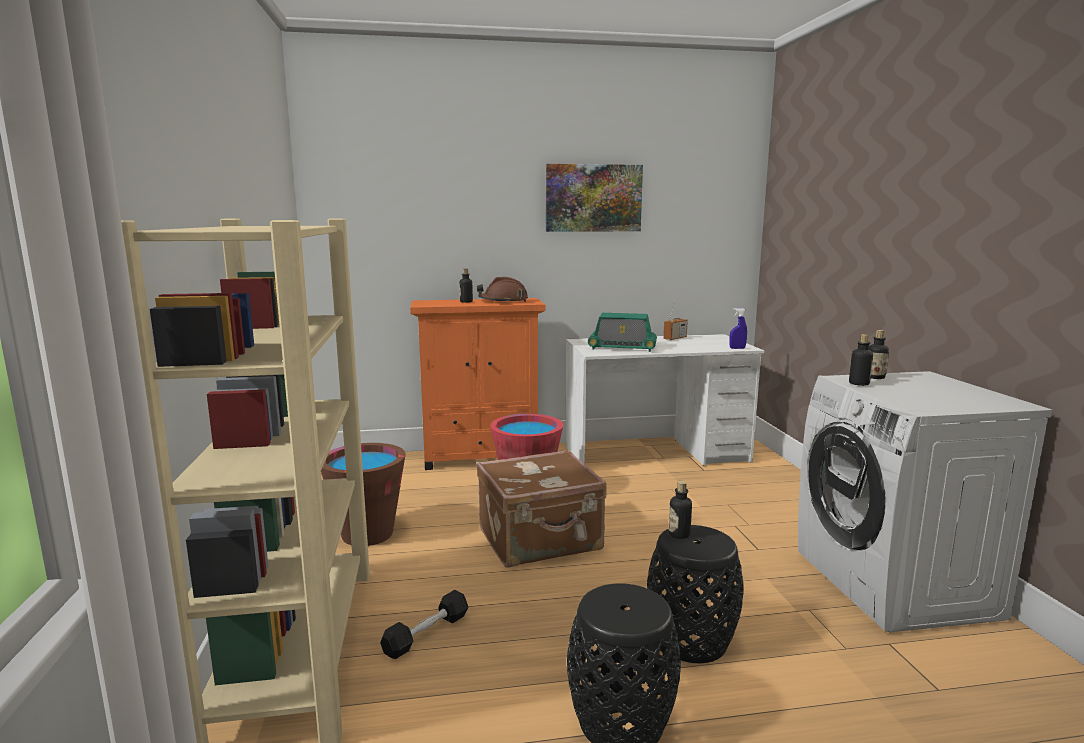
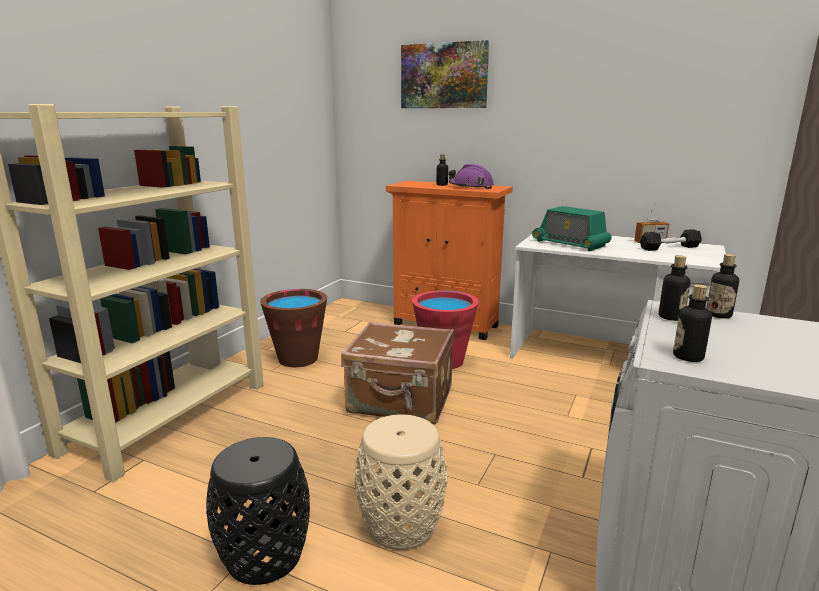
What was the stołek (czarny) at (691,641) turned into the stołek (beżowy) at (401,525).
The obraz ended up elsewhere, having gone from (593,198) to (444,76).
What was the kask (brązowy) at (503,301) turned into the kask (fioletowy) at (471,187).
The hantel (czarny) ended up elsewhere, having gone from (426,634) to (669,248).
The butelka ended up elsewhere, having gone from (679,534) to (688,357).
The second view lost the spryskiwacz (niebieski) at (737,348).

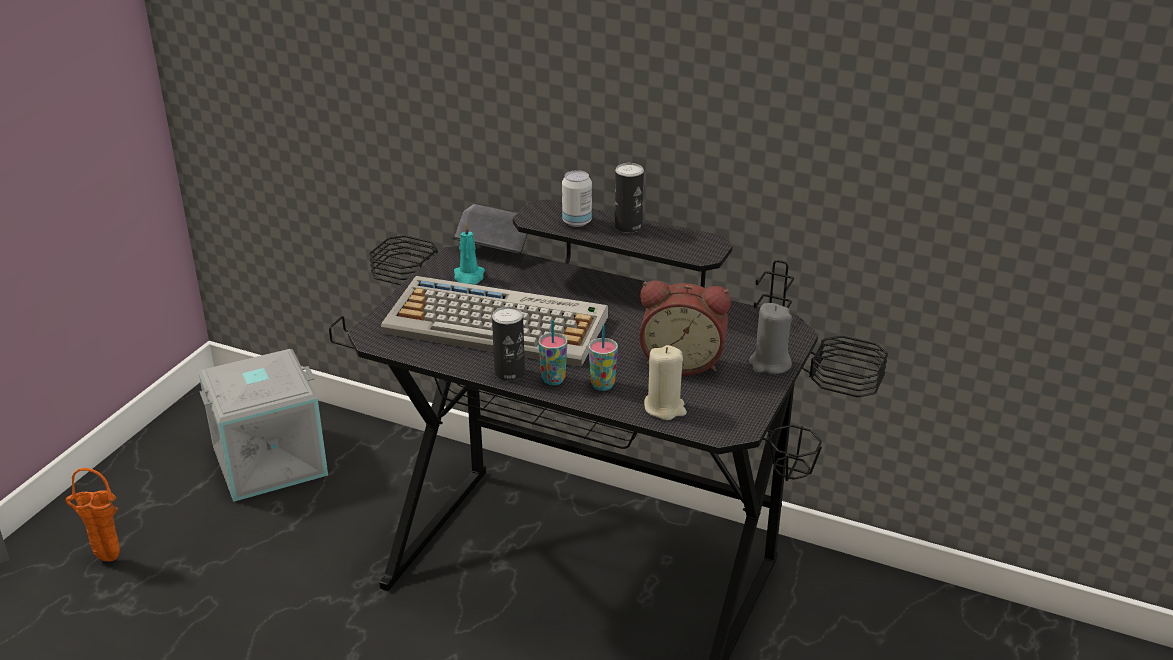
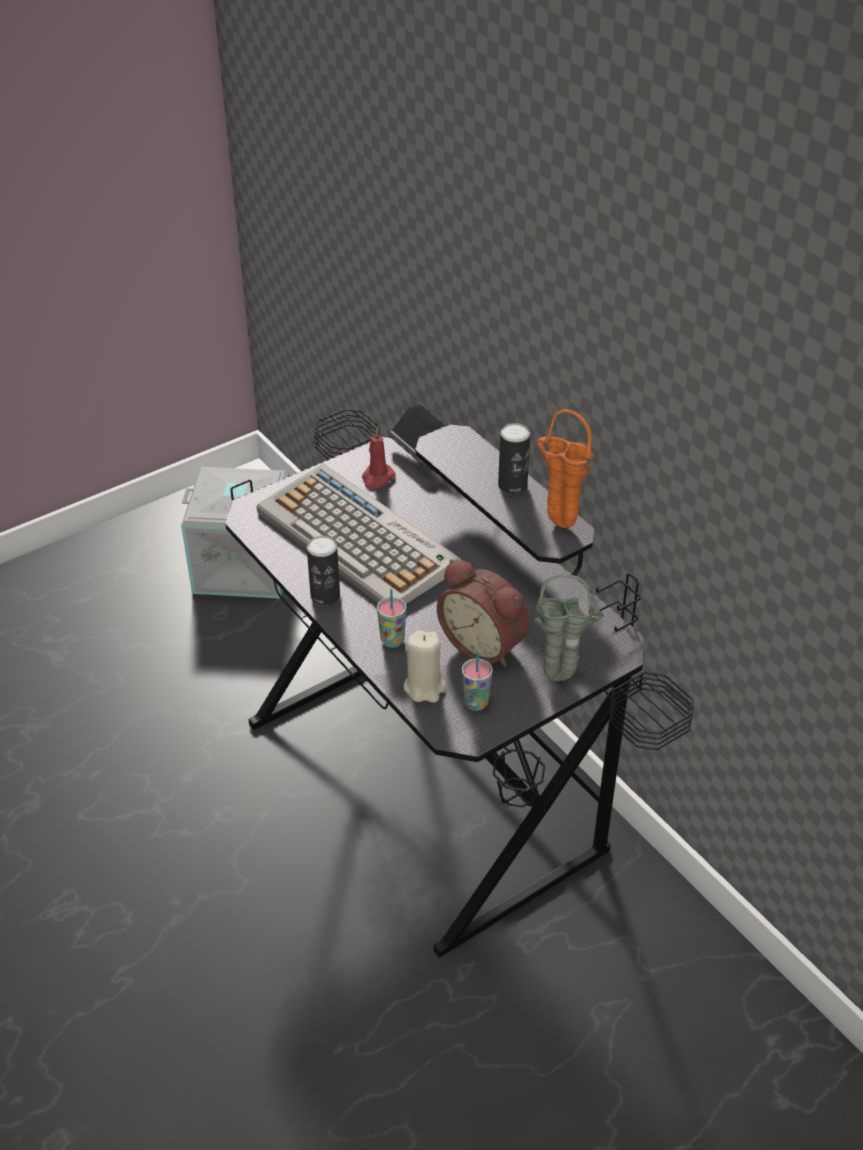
What was the świeca (turkusowy) at (469,277) turned into the świeca (czerwony) at (377,478).
The filiżanka ended up elsewhere, having gone from (553,380) to (476,703).
Where the świeca (szary) stood at (769,364), the wazon (zielony) came to stand at (562,679).
The wazon (pomarańczowy) ended up elsewhere, having gone from (105,560) to (557,524).
The second view lost the puszka at (577,222).

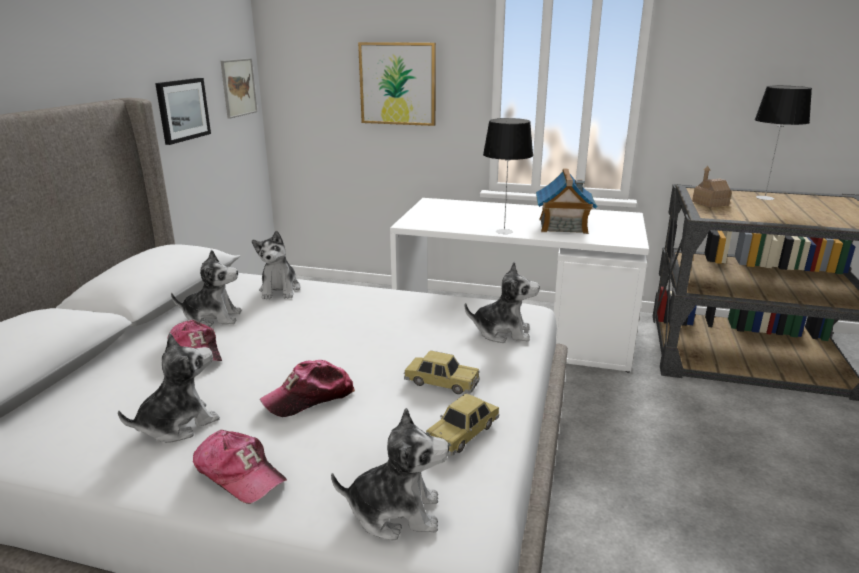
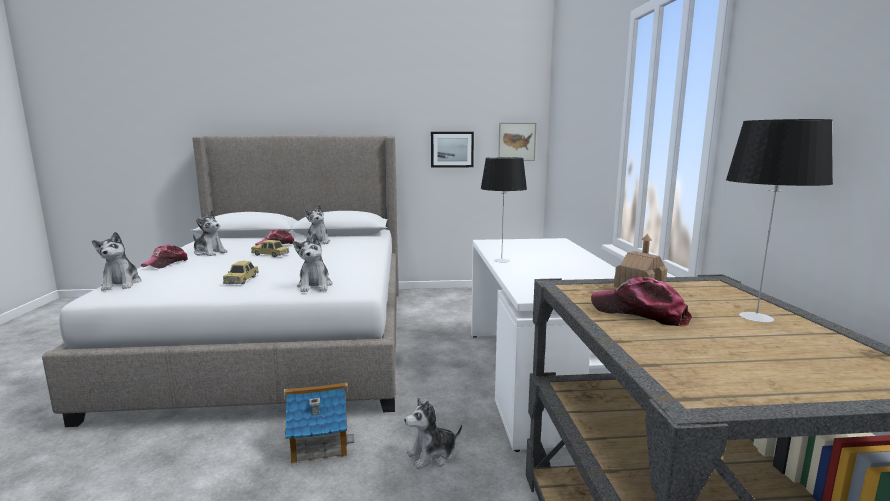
The samochodzik ended up elsewhere, having gone from (463,433) to (270,255).
The domek ended up elsewhere, having gone from (562,226) to (319,443).
The pluszak ended up elsewhere, having gone from (280,290) to (432,455).
The czapka z daszkiem ended up elsewhere, having gone from (310,397) to (639,313).
The second view lost the obraz at (398,84).

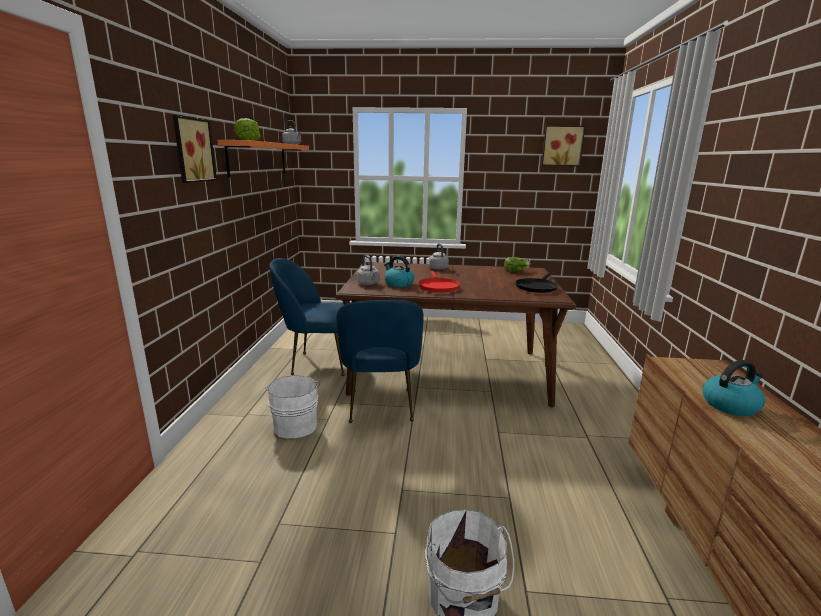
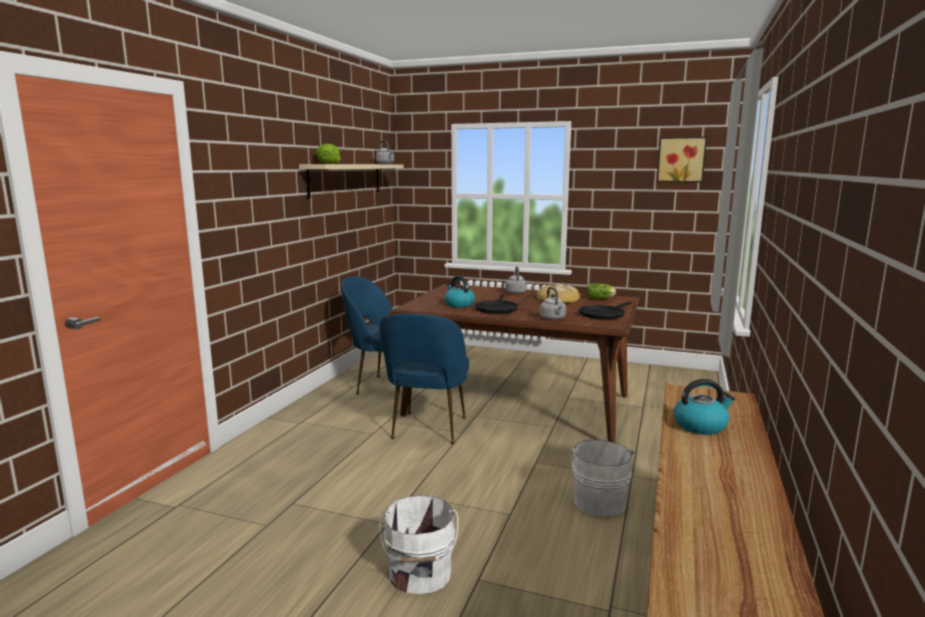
What was the półka (pomarańczowy) at (258,159) turned into the półka (beżowy) at (345,179).
What was the patelnia (czerwony) at (438,286) turned into the patelnia (czarny) at (496,309).
The second view gained the chleb at (558,298).
The czajnik (szary) ended up elsewhere, having gone from (369,284) to (553,319).
The wiadro (biały) ended up elsewhere, having gone from (295,424) to (599,500).
The second view lost the obraz at (192,150).

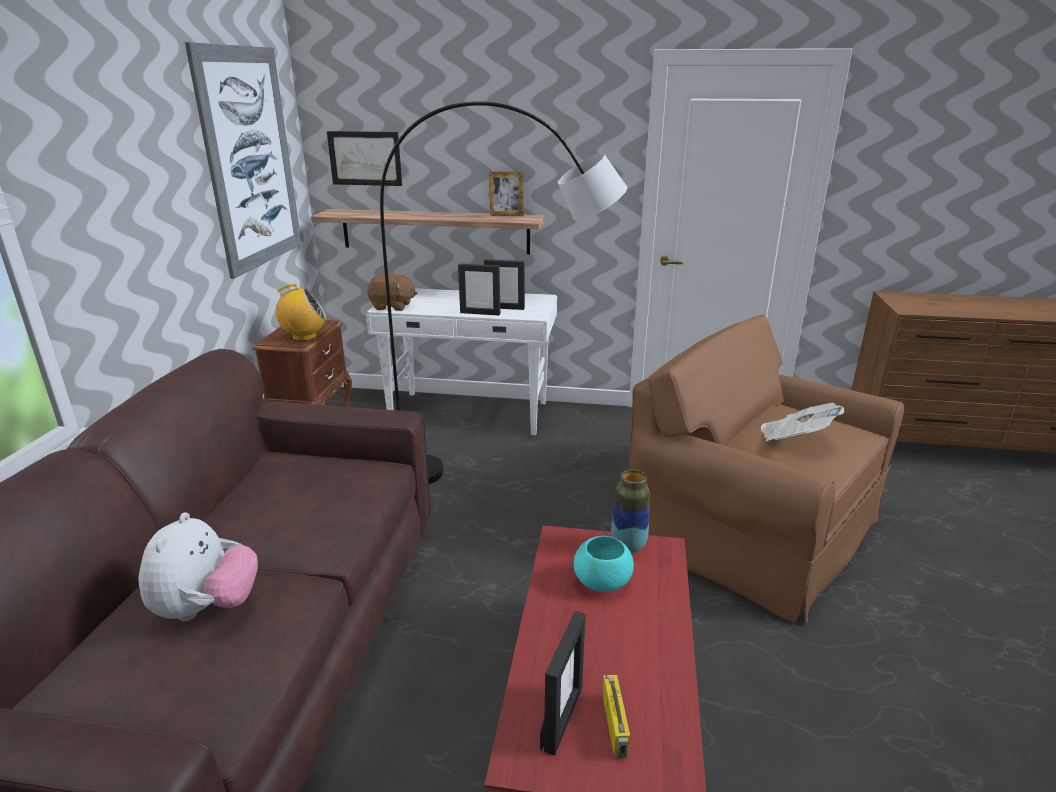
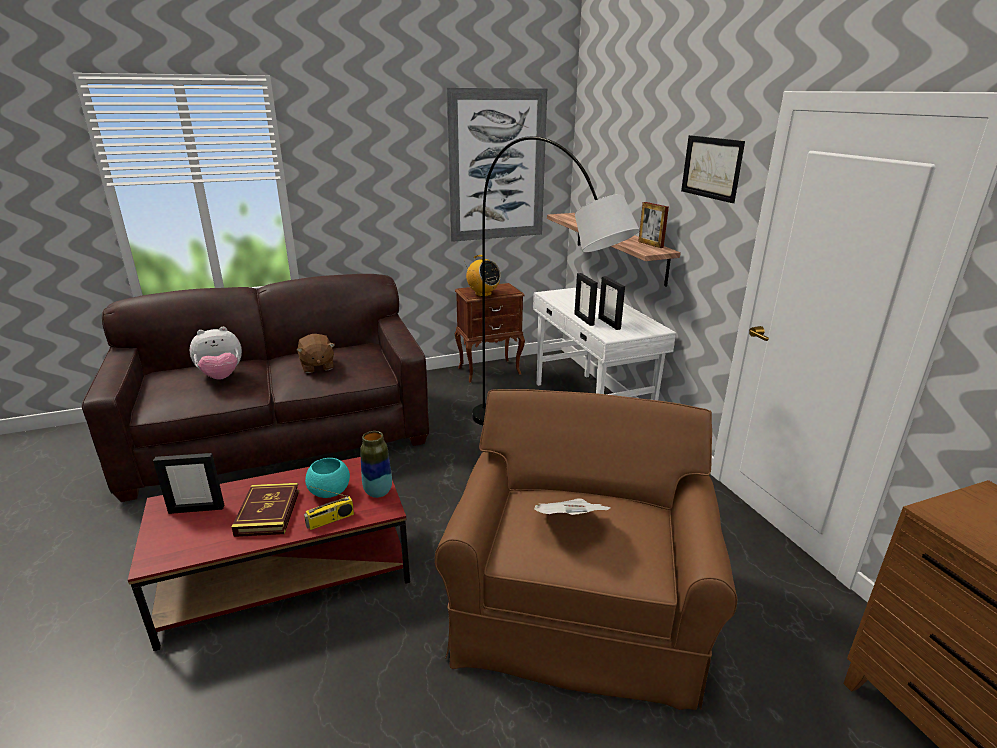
The second view gained the książka at (268,513).
The pluszak (brązowy) ended up elsewhere, having gone from (392,306) to (317,366).
The radio ended up elsewhere, having gone from (616,725) to (330,520).
The obraz ended up elsewhere, having gone from (365,158) to (711,168).

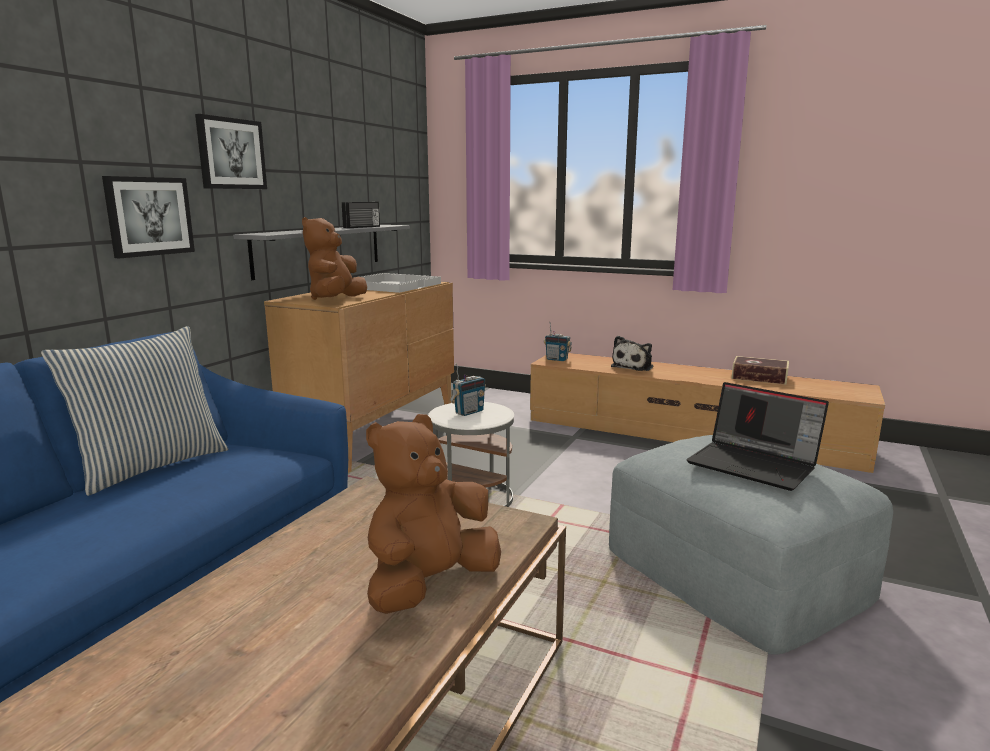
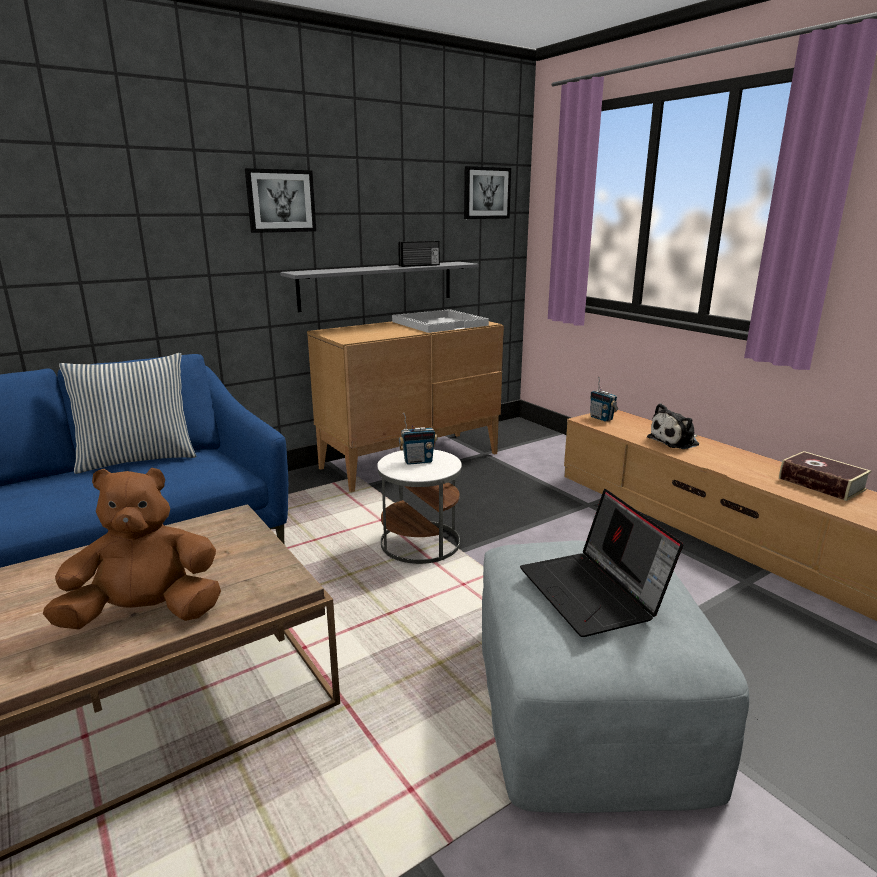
The obraz ended up elsewhere, having gone from (149,216) to (486,193).
The second view lost the pluszak (brązowy) at (336,300).

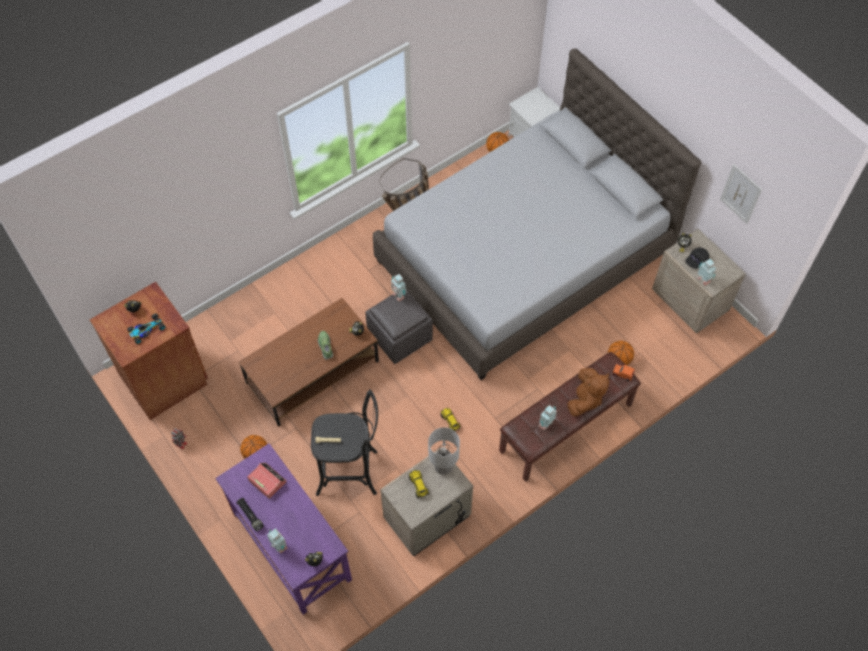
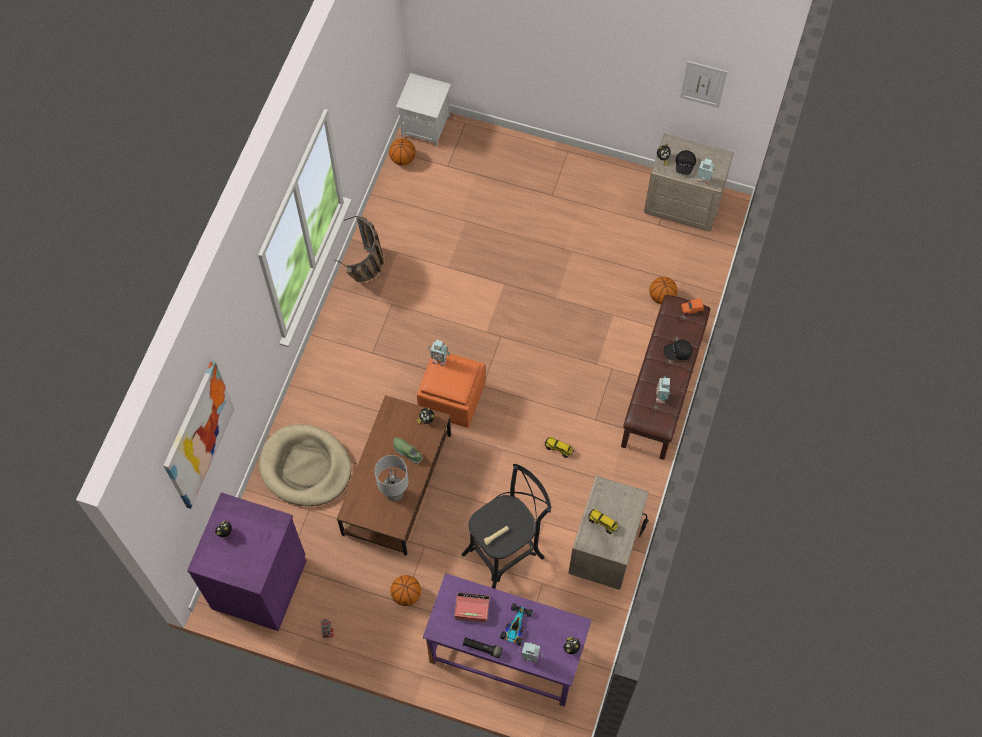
The second view gained the obraz at (198,435).
What was the komoda (brązowy) at (163,379) turned into the komoda (fioletowy) at (258,583).
The second view gained the legowisko (beżowy) at (305,467).
The lampa stołowa (szary) ended up elsewhere, having gone from (443,467) to (394,493).
What was the pufa (szary) at (400,336) turned into the pufa (pomarańczowy) at (452,398).
The samochodzik ended up elsewhere, having gone from (146,330) to (515,626).
Where the pluszak (brązowy) stood at (585,399), the czapka z daszkiem (czarny) came to stand at (677,352).
The second view lost the łóżko (szary) at (524,256).

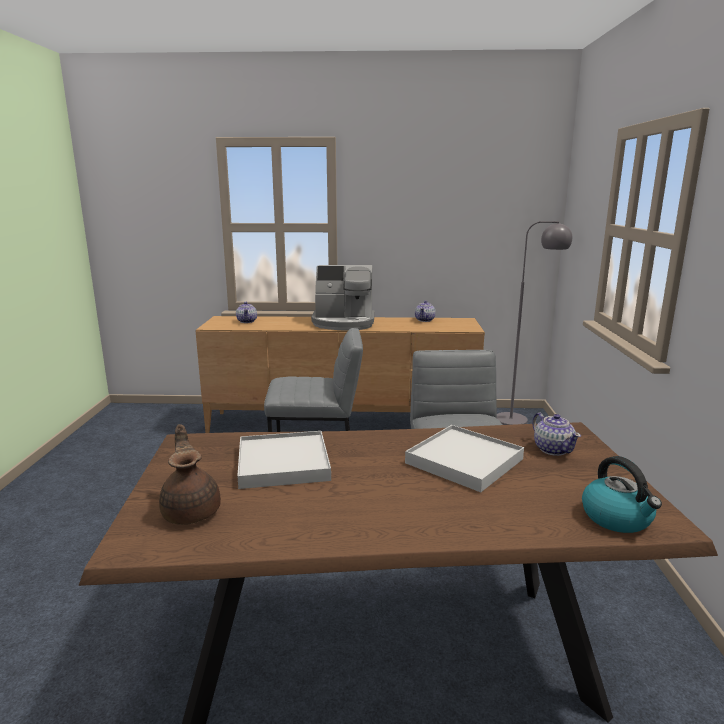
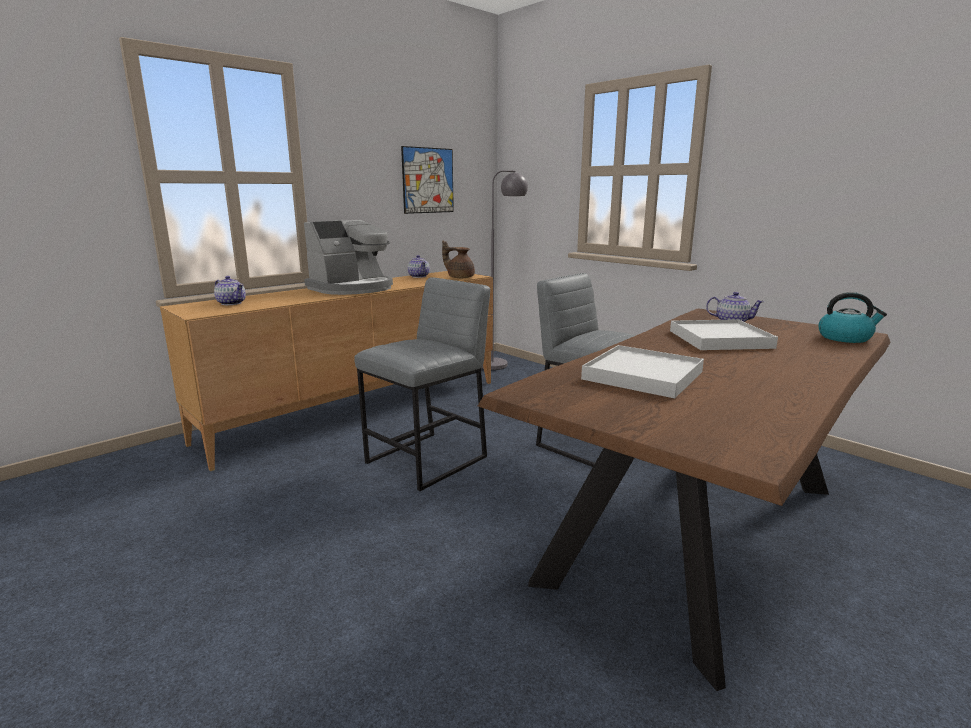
The second view gained the obraz at (428,180).
The imbryk (brązowy) ended up elsewhere, having gone from (192,511) to (460,277).

